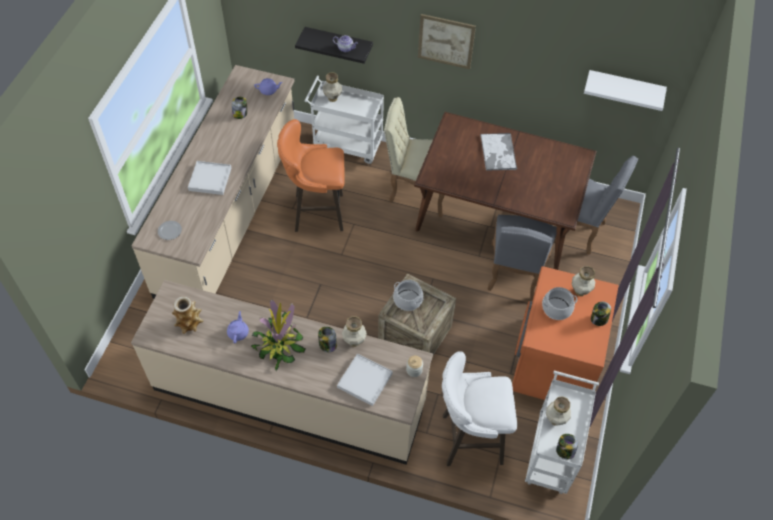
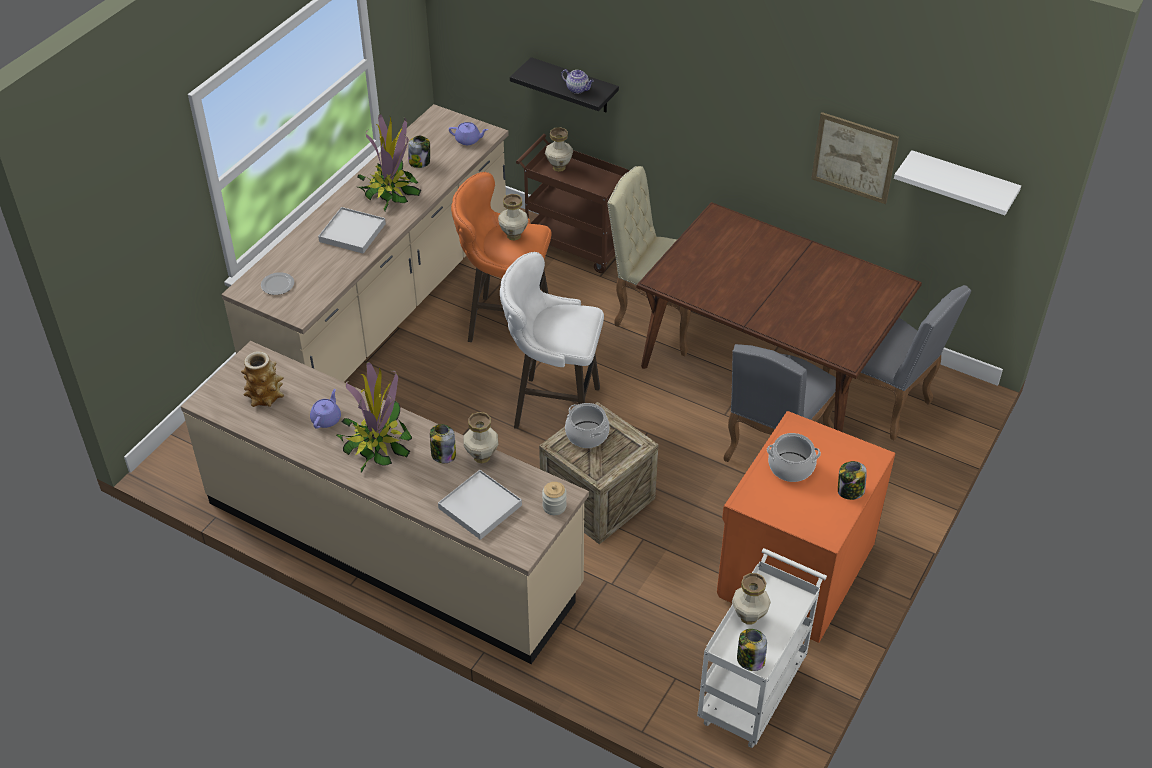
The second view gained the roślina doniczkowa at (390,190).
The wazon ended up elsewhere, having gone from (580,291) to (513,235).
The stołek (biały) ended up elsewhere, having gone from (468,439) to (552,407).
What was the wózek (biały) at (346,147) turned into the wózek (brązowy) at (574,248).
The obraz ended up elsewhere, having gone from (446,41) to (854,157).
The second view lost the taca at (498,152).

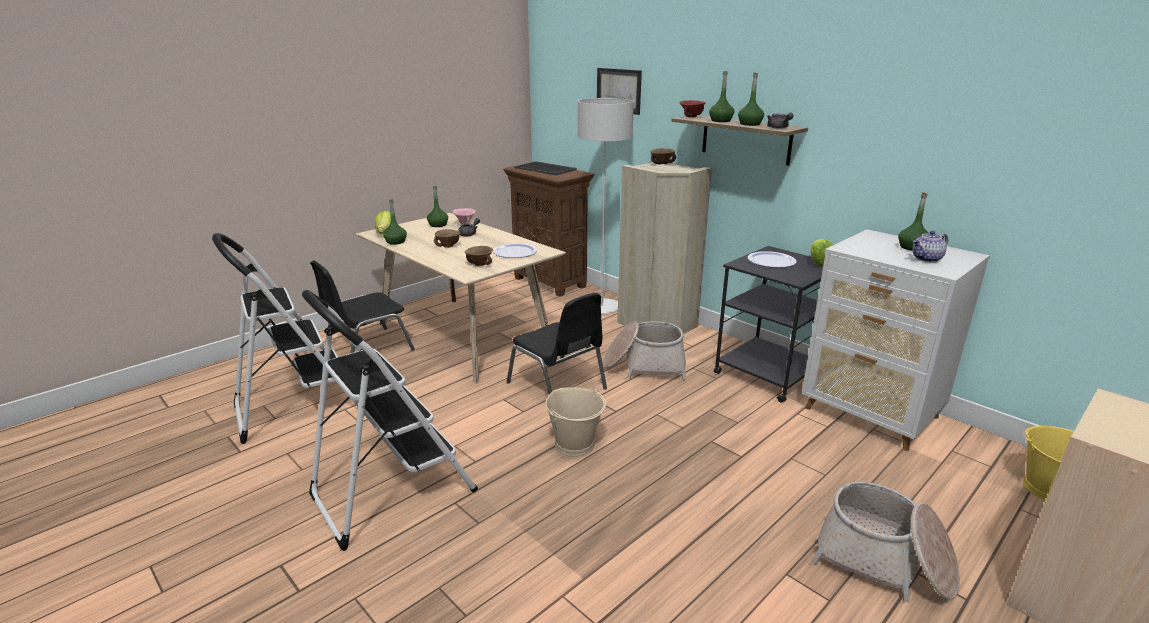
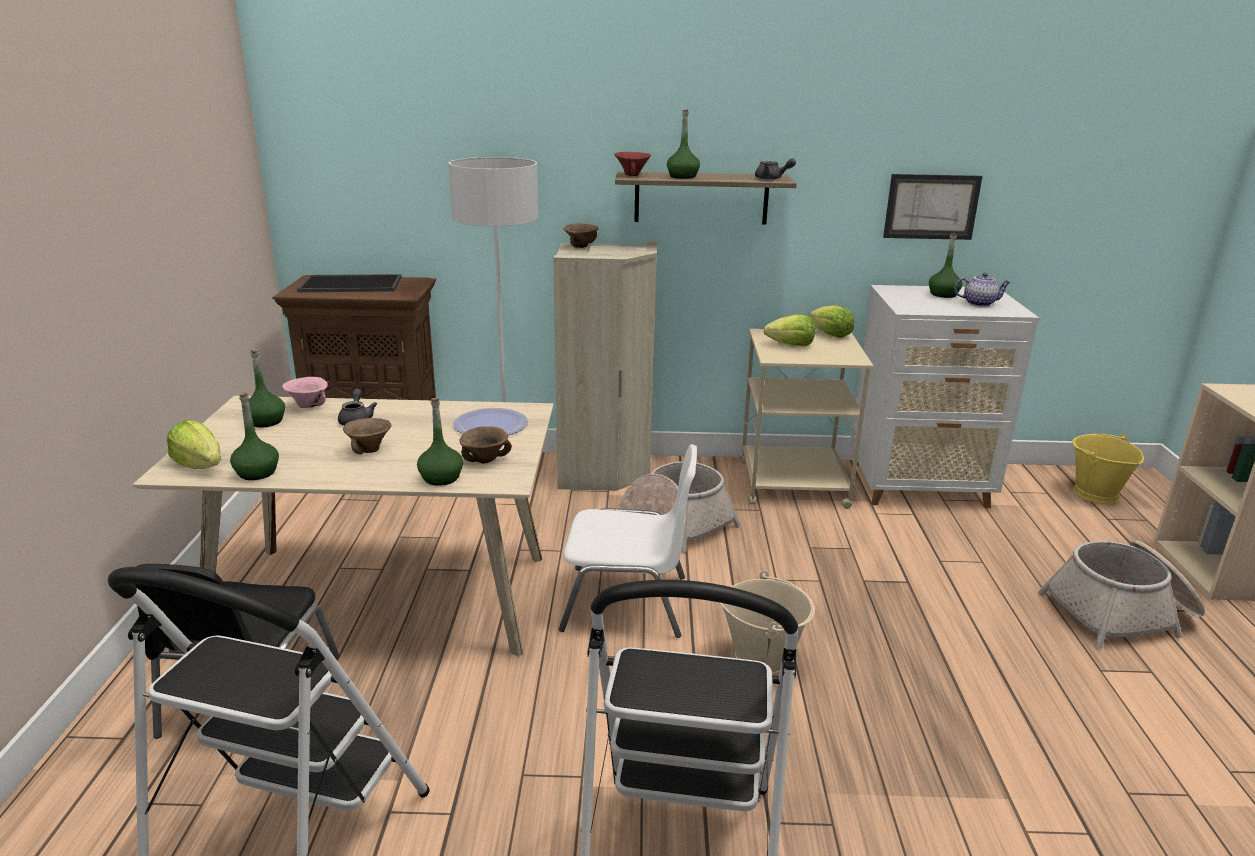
The butelka (zielony) ended up elsewhere, having gone from (749,124) to (441,478).
What was the krzesło (czarny) at (558,386) turned into the krzesło (biały) at (627,603).
What was the wózek (czarny) at (769,374) turned into the wózek (beżowy) at (795,484).
Where the talerz stood at (771,261), the sałata came to stand at (791,345).
The obraz ended up elsewhere, having gone from (618,90) to (931,206).
The imbryk at (927,259) ended up facing another way, 105 degrees counterclockwise from before.

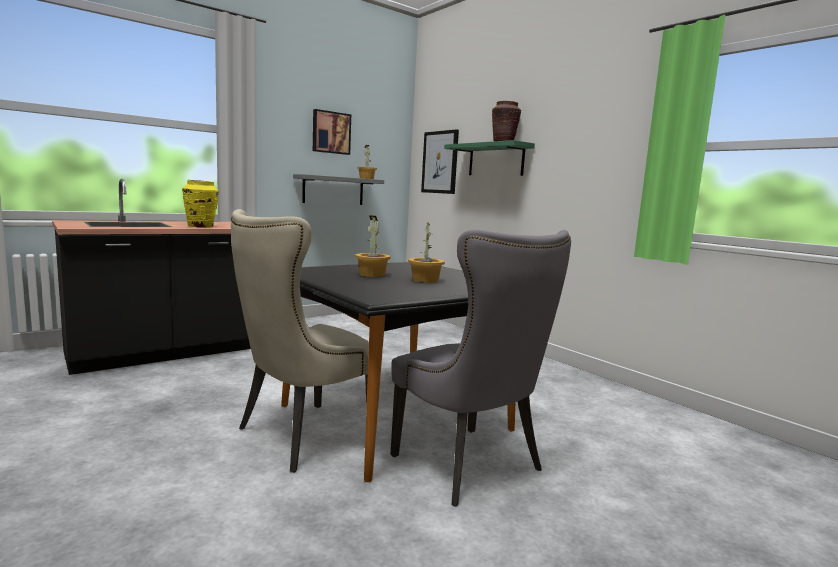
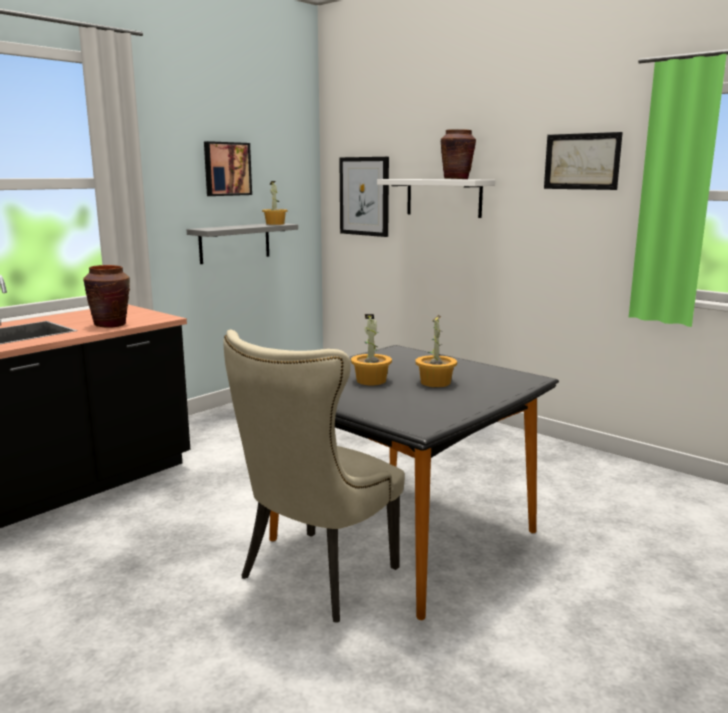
What was the wazon (żółty) at (201,226) turned into the wazon (brązowy) at (110,324).
What was the półka (zielony) at (496,160) turned into the półka (biały) at (443,197).
The second view gained the obraz at (581,161).
The second view lost the krzesło (szary) at (468,465).

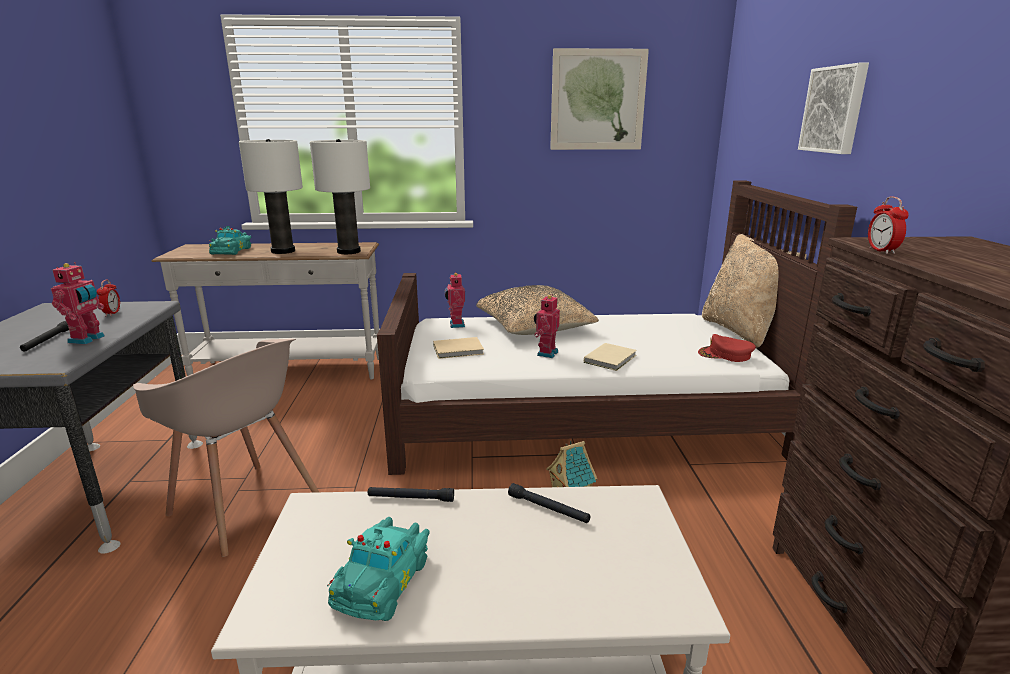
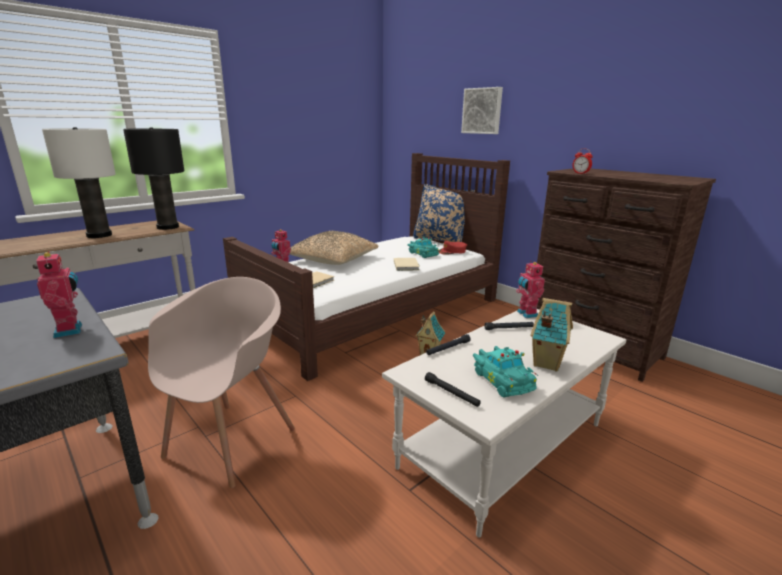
What was the lampa stołowa (biały) at (349,251) turned into the lampa stołowa (czarny) at (168,227).
The krzesło (beżowy) at (245,508) ended up facing another way, 60 degrees counterclockwise from before.
The samochodzik (turkusowy) ended up elsewhere, having gone from (232,251) to (423,253).
What was the poduszka (beżowy) at (740,333) turned into the poduszka (niebieski) at (440,241).
The latarka (czarny) ended up elsewhere, having gone from (47,340) to (451,393).
The robot zabawkowy ended up elsewhere, having gone from (546,353) to (526,314).
The second view gained the domek at (545,363).
The second view lost the budzik at (112,313).
The second view lost the obraz at (598,100).

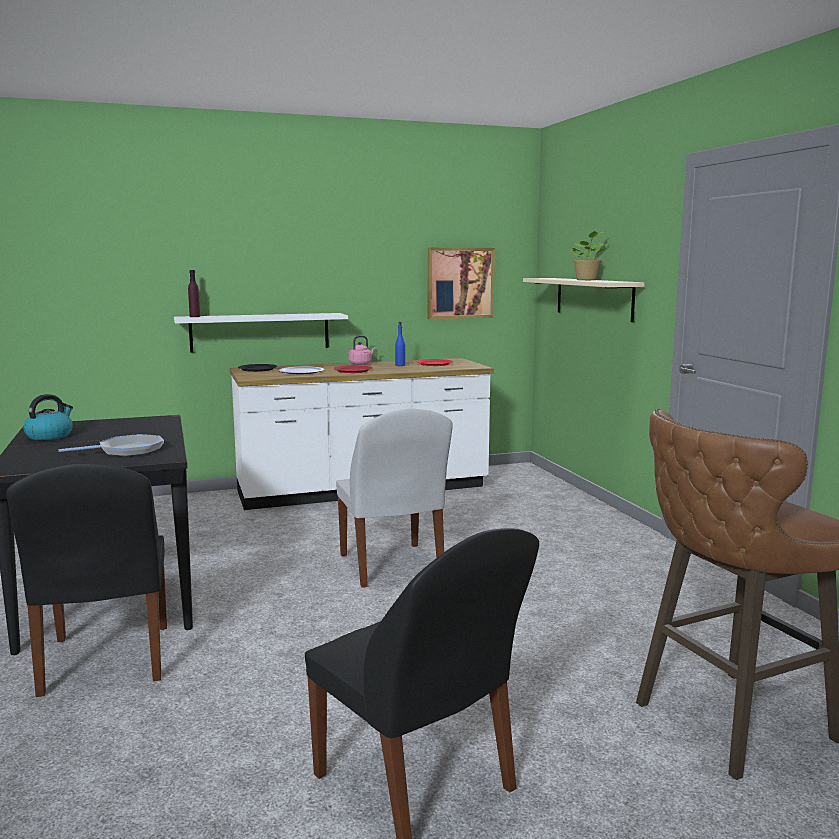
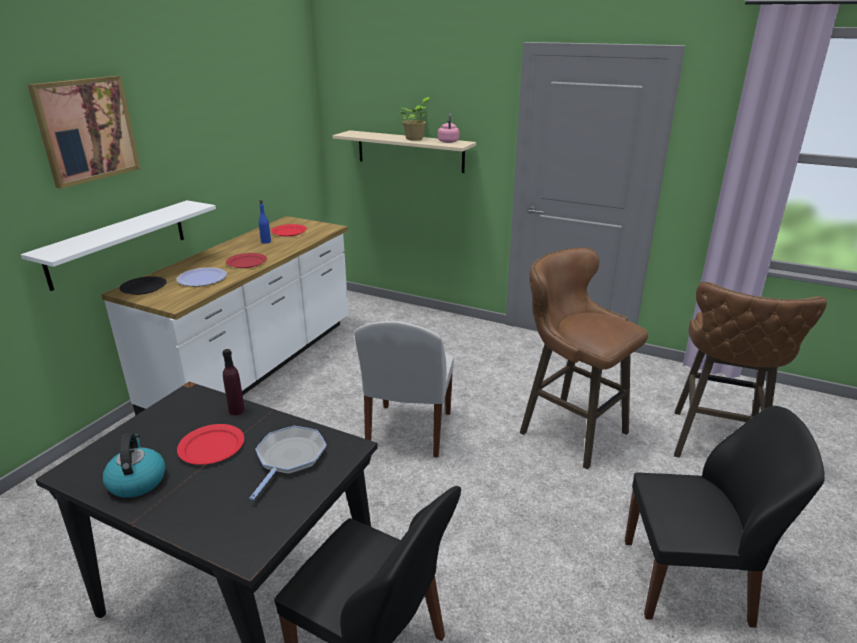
The obraz ended up elsewhere, having gone from (460,283) to (86,130).
The second view gained the talerz (czerwony) at (211,447).
The butelka (fioletowy) ended up elsewhere, having gone from (195,316) to (236,410).
The krzesło (biały) at (391,567) ended up facing another way, 75 degrees clockwise from before.
The czajnik (różowy) ended up elsewhere, having gone from (361,364) to (448,141).
The second view gained the stołek (brązowy) at (569,430).

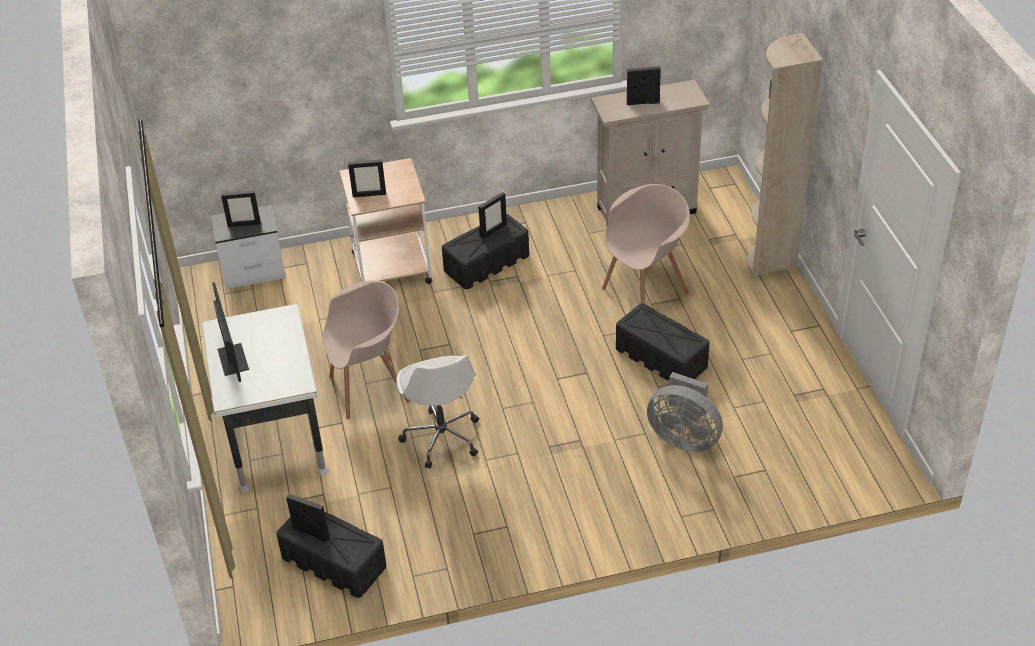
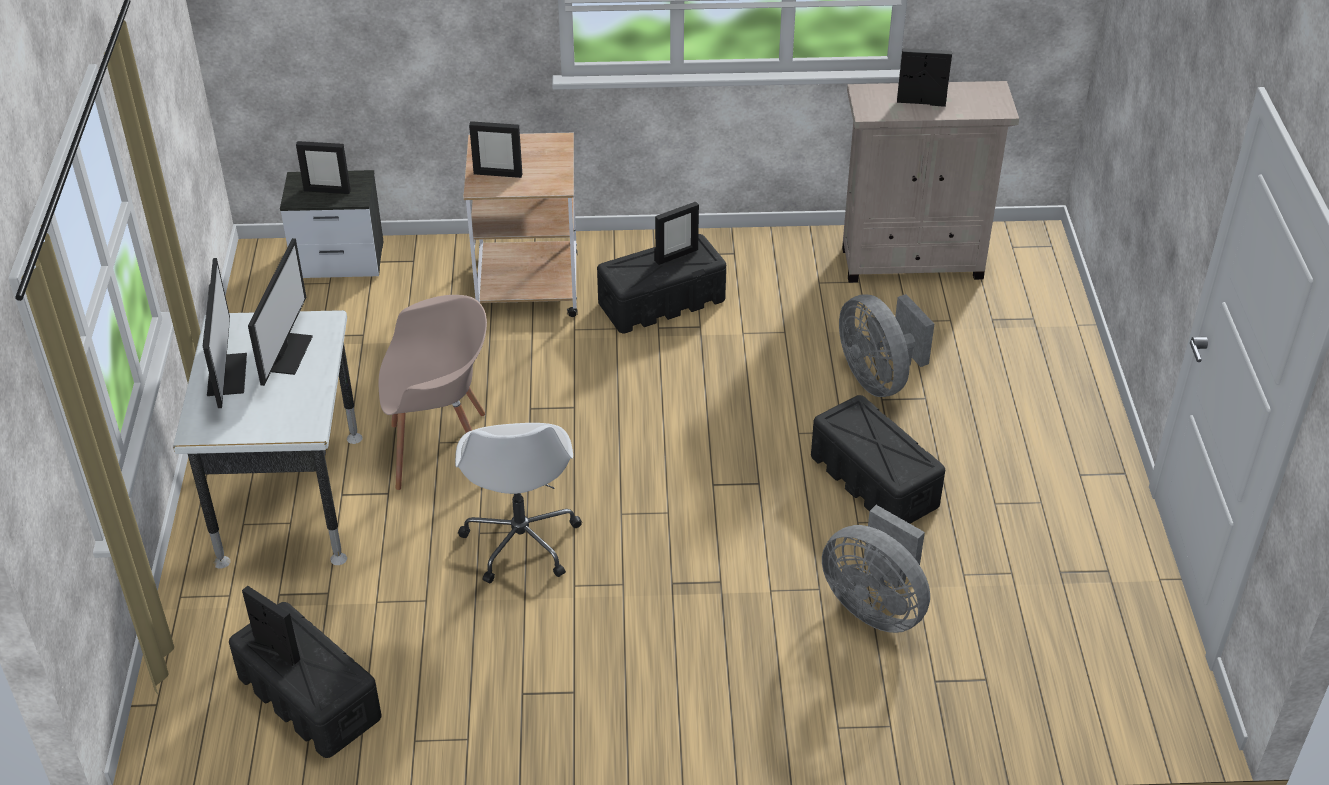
The second view gained the monitor at (285,352).
Where the krzesło (beżowy) stood at (645,290), the wentylator (szary) came to stand at (878,378).
The second view lost the regał (beżowy) at (768,262).

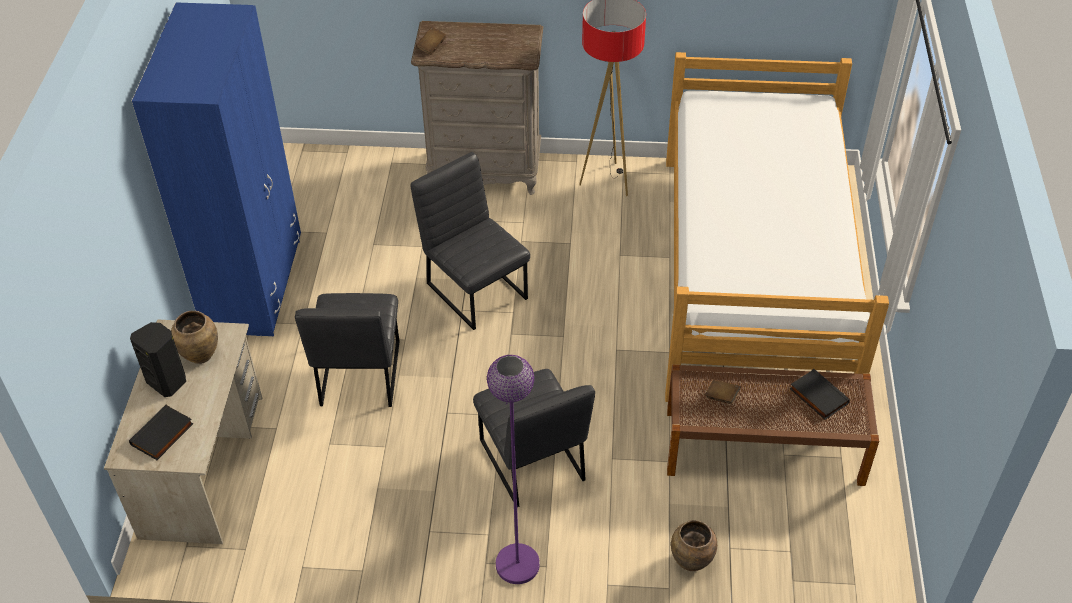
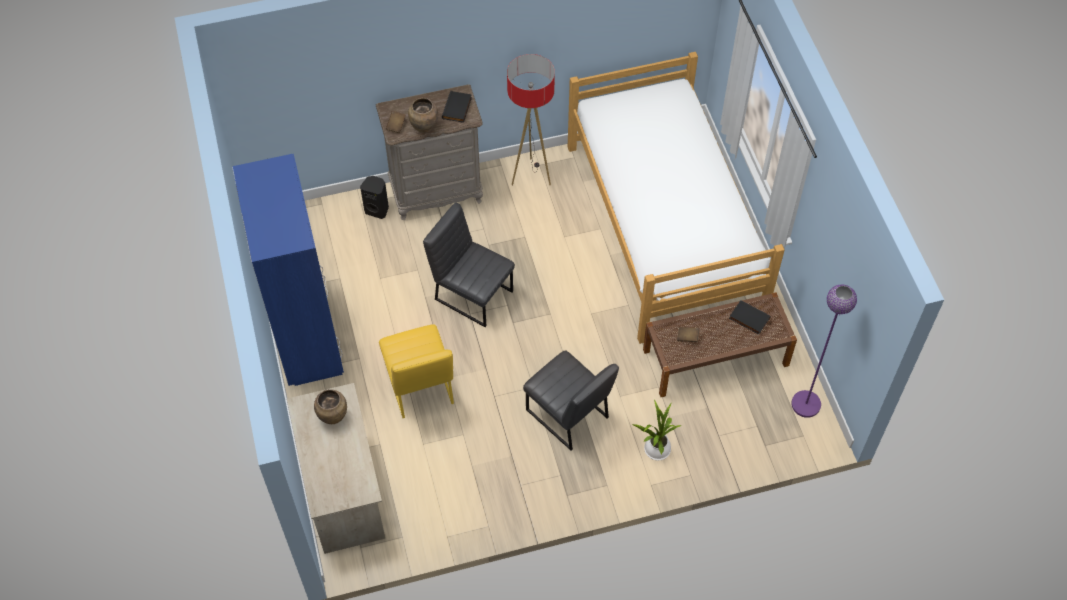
The głośnik (czarny) ended up elsewhere, having gone from (168,381) to (377,209).
What was the krzesło (szary) at (359,375) turned into the krzesło (żółty) at (419,387).
The wazon (brązowy) ended up elsewhere, having gone from (690,561) to (424,127).
The książka (czarny) ended up elsewhere, having gone from (163,435) to (457,108).
The second view gained the roślina doniczkowa at (655,450).
The lampa stojąca (fioletowy) ended up elsewhere, having gone from (517,565) to (806,405).

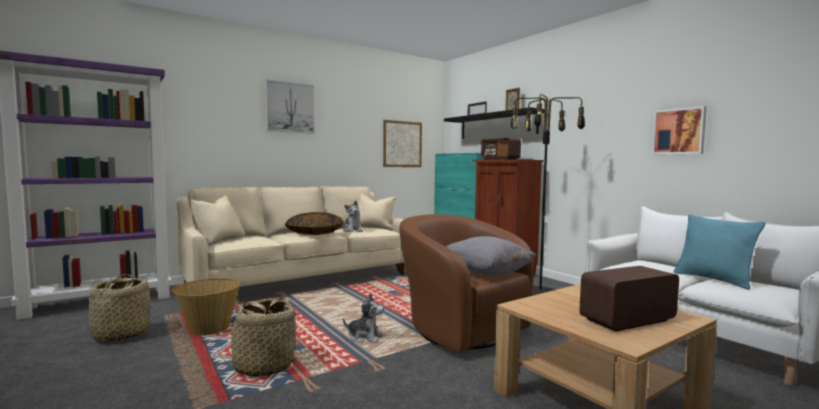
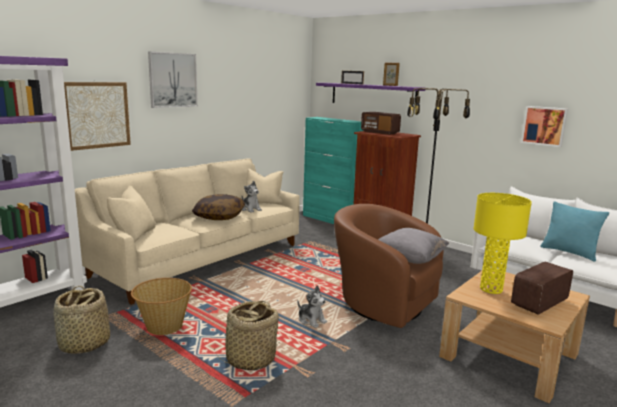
The obraz ended up elsewhere, having gone from (402,143) to (97,114).
The pluszak at (365,337) ended up facing another way, 45 degrees clockwise from before.
What was the półka (czarny) at (497,125) turned into the półka (fioletowy) at (372,95).
The second view gained the lampa stołowa (żółty) at (491,289).

